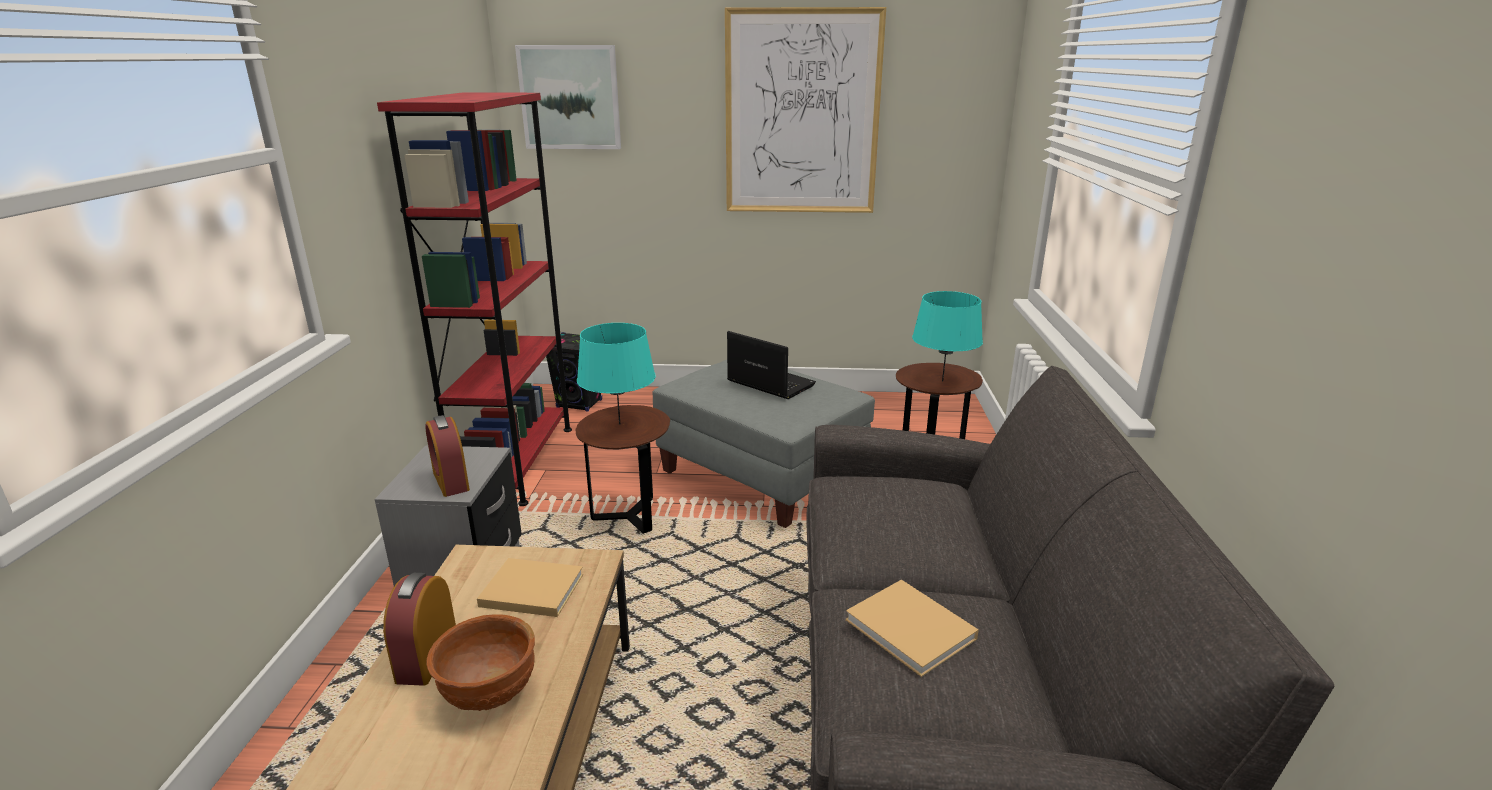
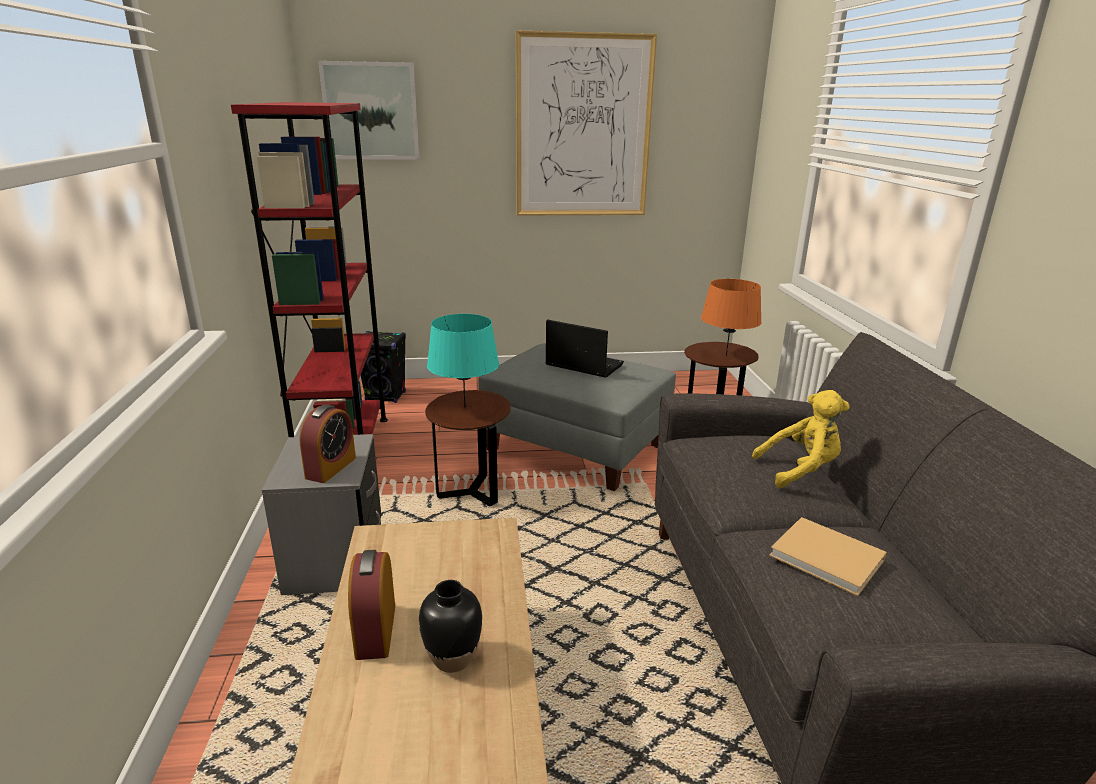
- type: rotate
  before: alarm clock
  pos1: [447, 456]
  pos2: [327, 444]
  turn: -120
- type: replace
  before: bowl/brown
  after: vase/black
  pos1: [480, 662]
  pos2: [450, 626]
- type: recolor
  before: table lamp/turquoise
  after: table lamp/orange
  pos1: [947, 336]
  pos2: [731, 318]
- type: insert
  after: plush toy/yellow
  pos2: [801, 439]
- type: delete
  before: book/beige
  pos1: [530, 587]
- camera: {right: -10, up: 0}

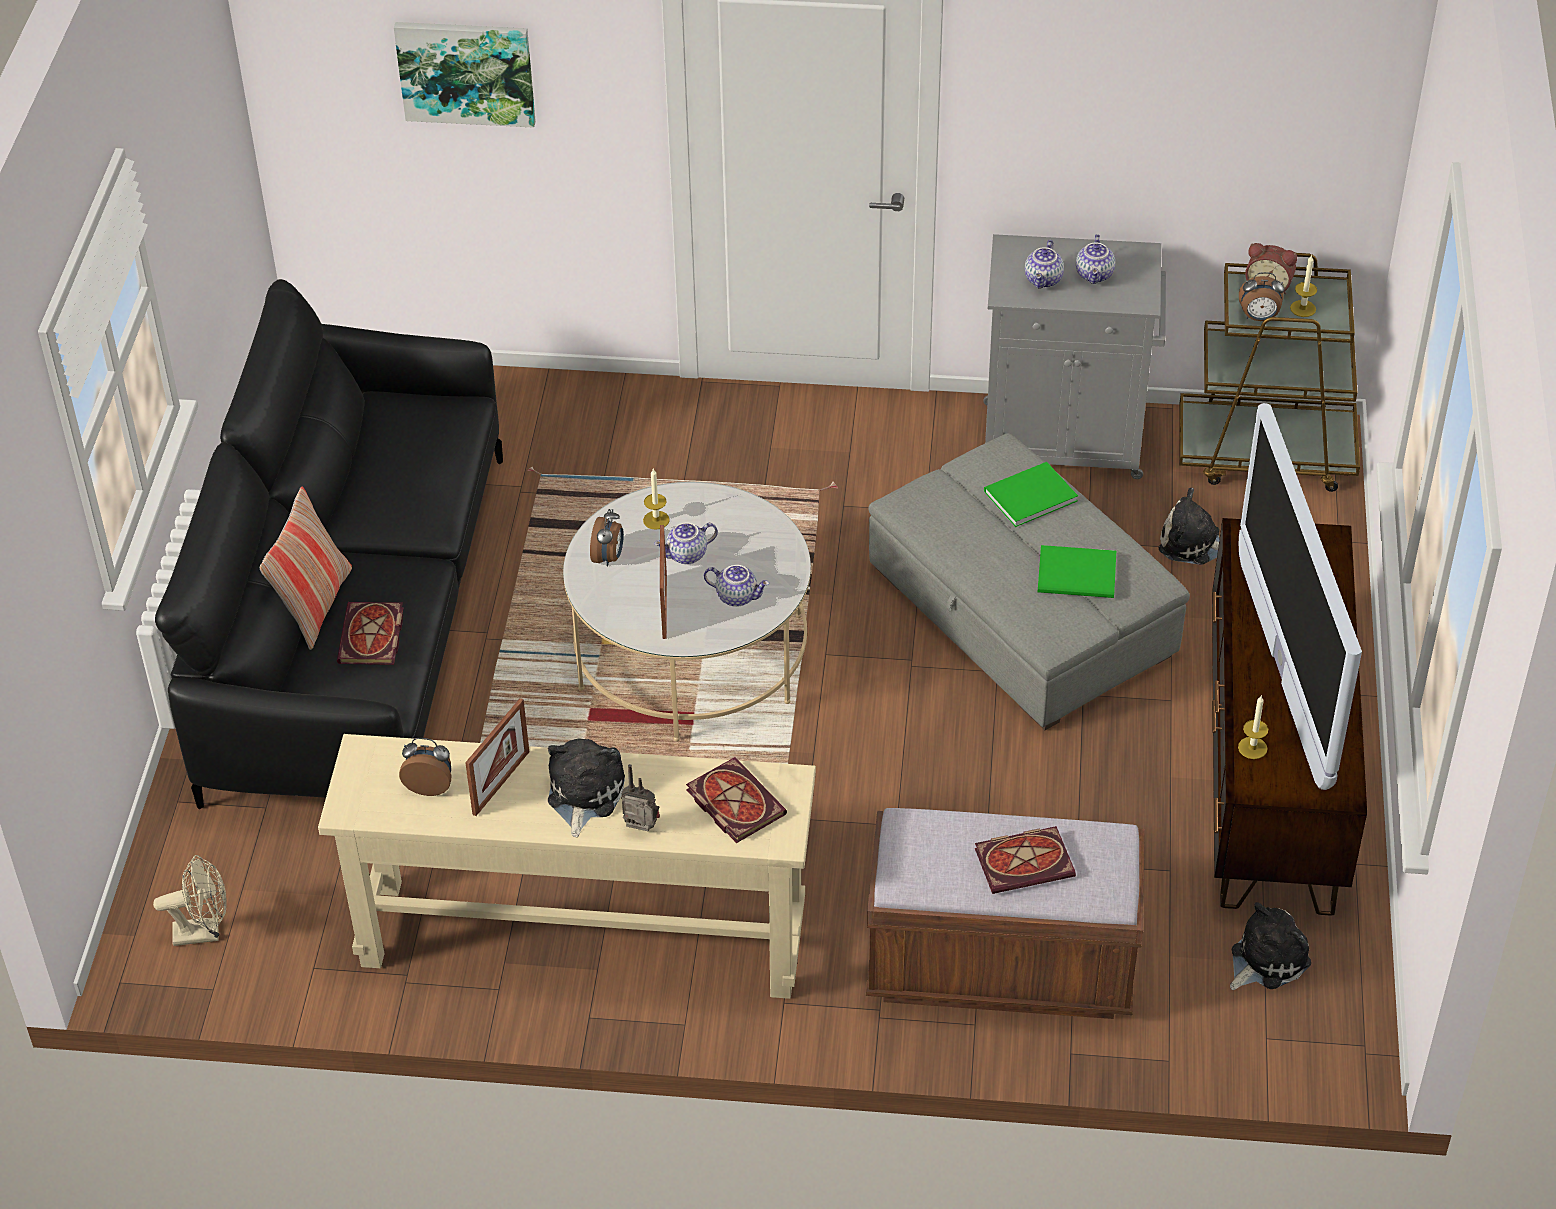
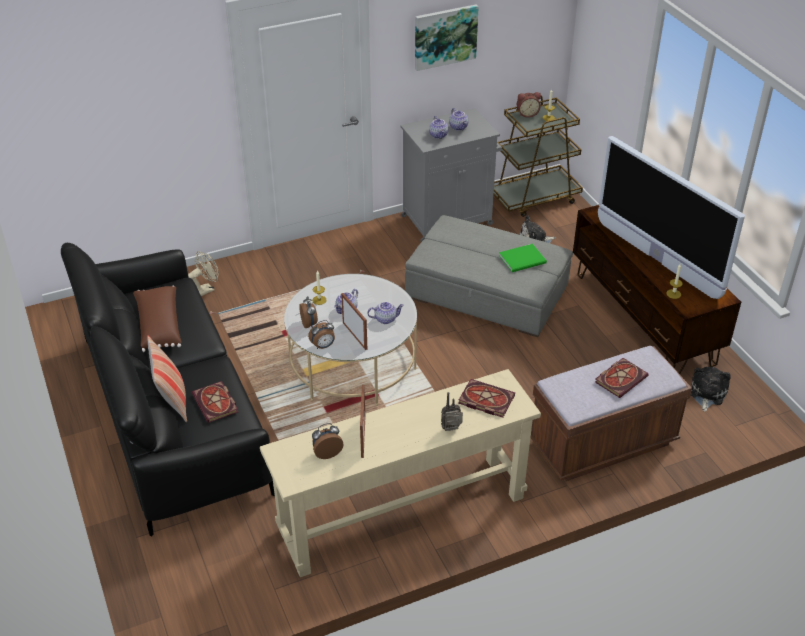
- type: insert
  after: pillow/brown
  pos2: [157, 319]
- type: move
  before: fan/beige
  pos1: [190, 900]
  pos2: [203, 273]
- type: move
  before: alarm clock
  pos1: [1261, 296]
  pos2: [321, 334]
- type: move
  before: picture
  pos1: [465, 75]
  pos2: [447, 37]
- type: delete
  before: plush toy
  pos1: [586, 787]
- type: delete
  before: book/green
  pos1: [1031, 494]
- camera: {right: -30, up: -5}

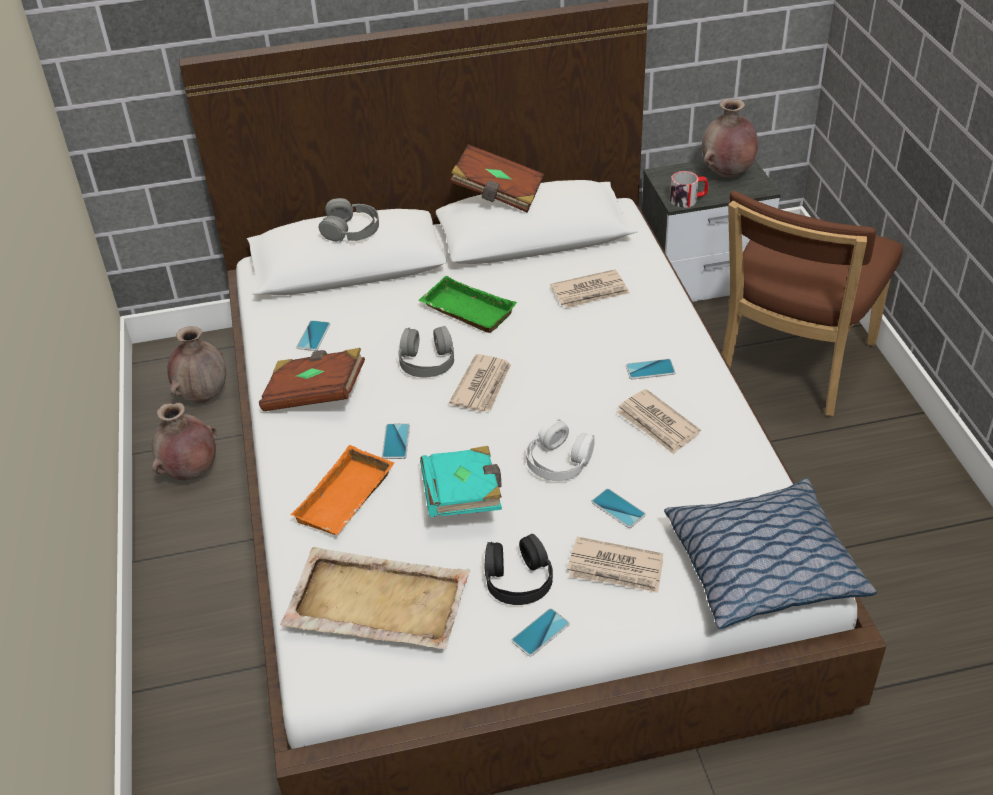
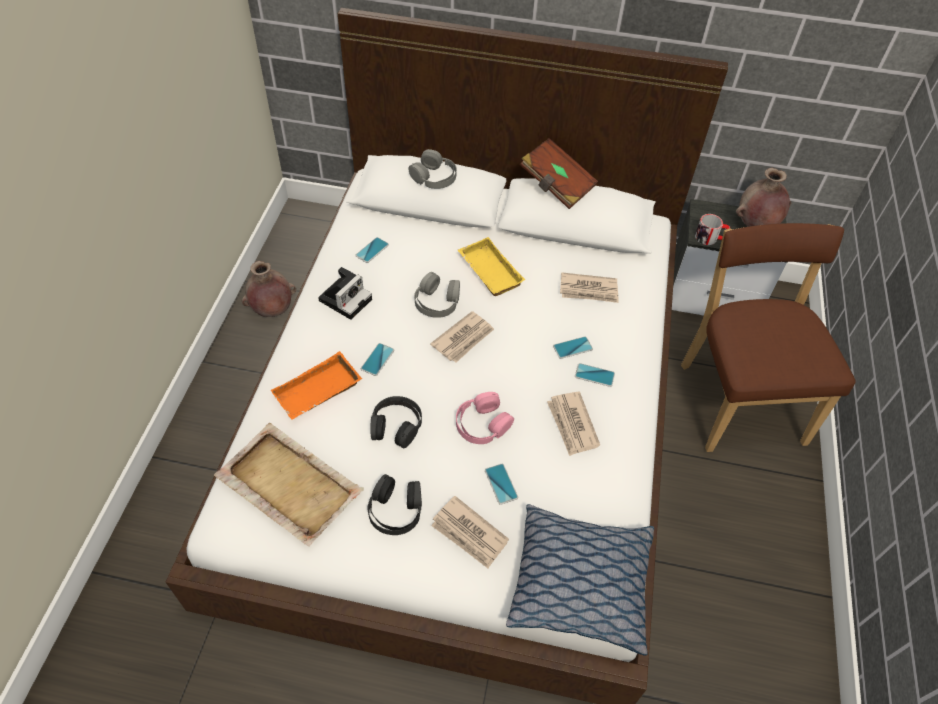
- type: replace
  before: book/brown
  after: photo camera
  pos1: [312, 379]
  pos2: [345, 293]
- type: replace
  before: book/turquoise
  after: headphones/black
  pos1: [461, 481]
  pos2: [396, 422]
- type: recolor
  before: headphones/white
  after: headphones/pink
  pos1: [560, 449]
  pos2: [485, 418]
- type: recolor
  before: tray/green
  after: tray/yellow
  pos1: [468, 304]
  pos2: [491, 266]
- type: move
  before: phone
  pos1: [540, 632]
  pos2: [573, 347]
- type: rotate
  before: chair/brown
  pos1: [812, 303]
  pos2: [768, 337]
  turn: 120
- type: delete
  before: vase/brown
  pos1: [197, 365]
- camera: {right: 20, up: 10}

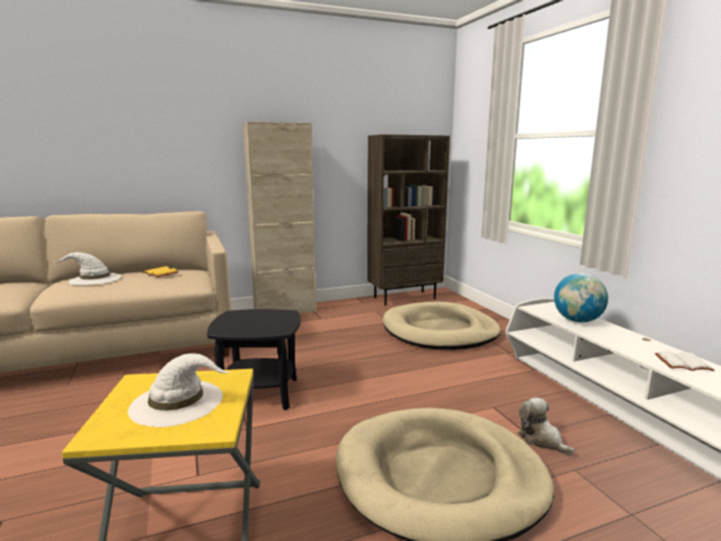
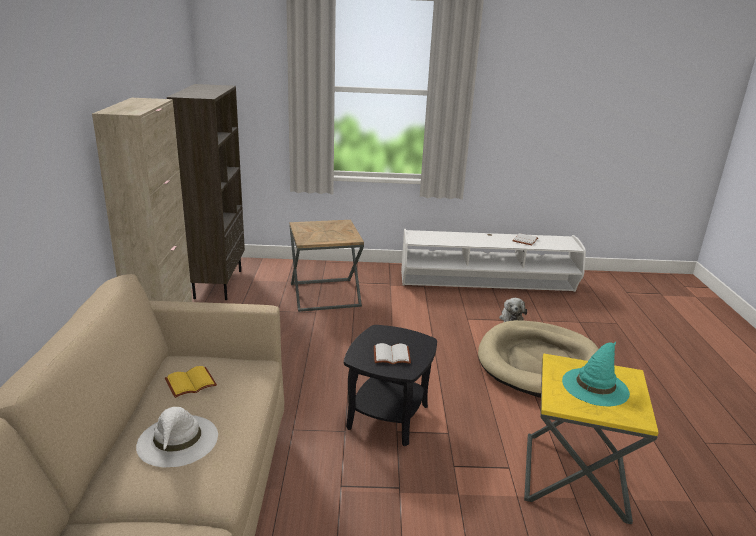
- type: replace
  before: dog bed/beige
  after: side table/brown
  pos1: [442, 326]
  pos2: [327, 266]
- type: insert
  after: book/white
  pos2: [392, 353]
- type: rotate
  before: plush toy
  pos1: [546, 427]
  pos2: [513, 310]
  turn: -75
- type: recolor
  before: hat/white
  after: hat/turquoise
  pos1: [179, 390]
  pos2: [596, 374]
- type: delete
  before: globe
  pos1: [581, 298]
- camera: {right: -70, up: 10}

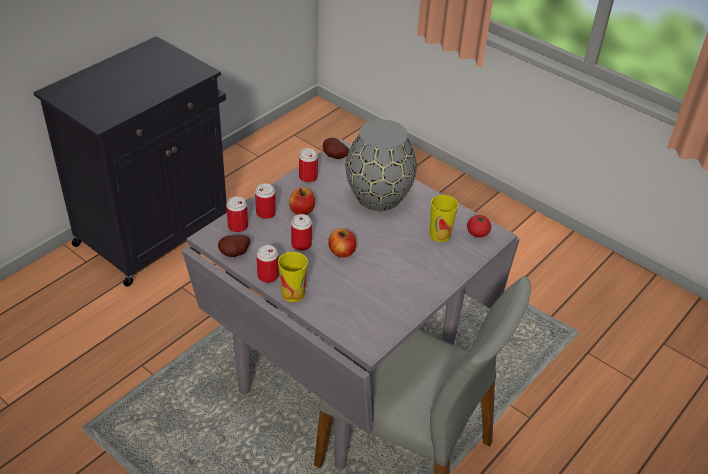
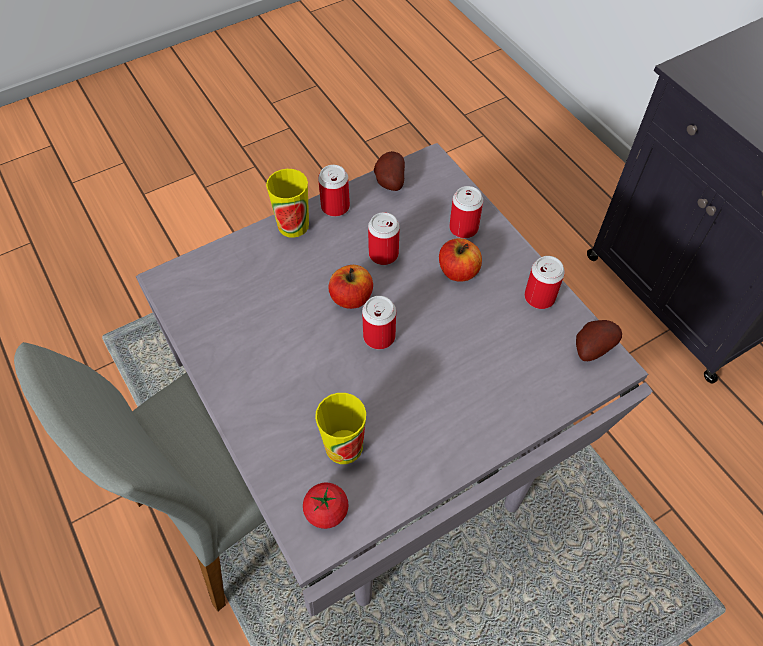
- type: move
  before: can
  pos1: [237, 214]
  pos2: [379, 322]
- type: delete
  before: vase/grey
  pos1: [381, 165]
- camera: {right: 110, up: 15}

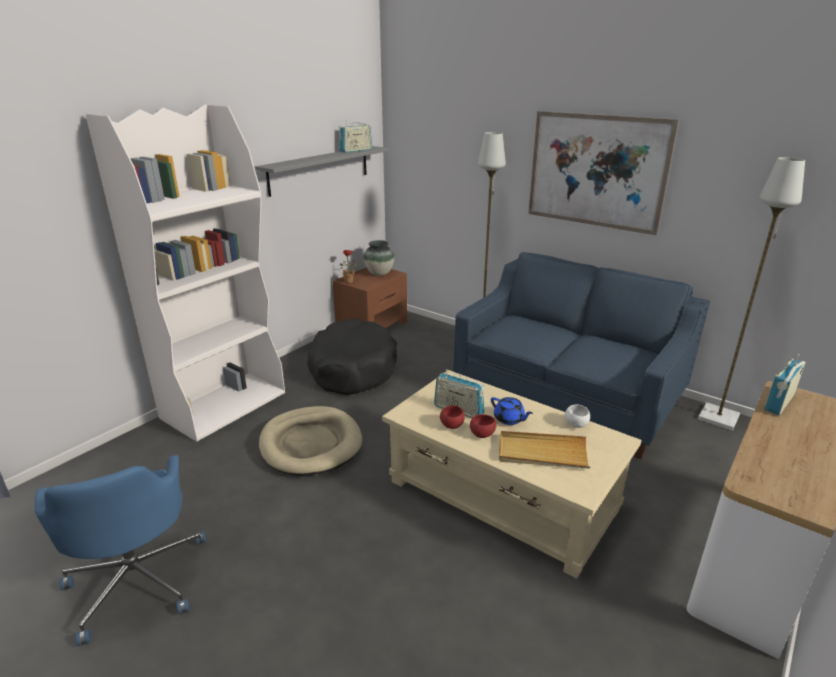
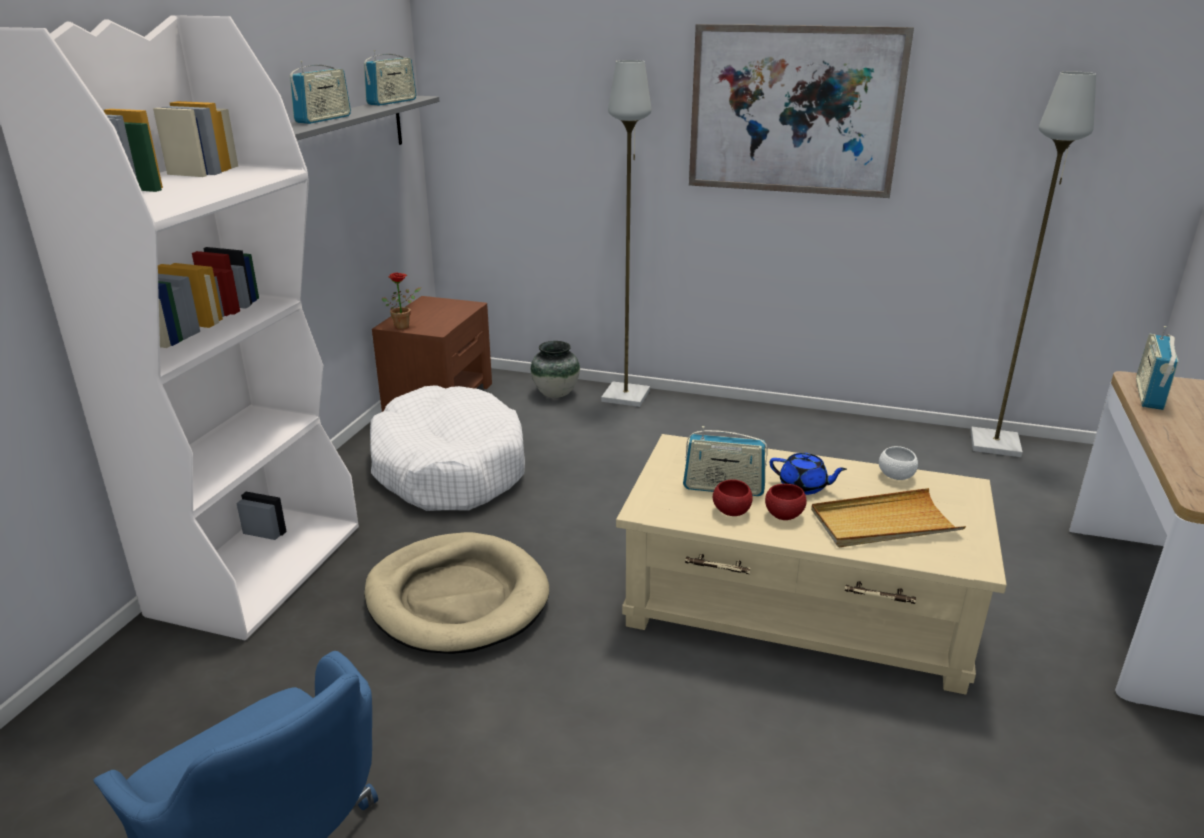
- type: insert
  after: radio
  pos2: [320, 92]
- type: recolor
  before: dog bed/black
  after: dog bed/white
  pos1: [352, 356]
  pos2: [447, 448]
- type: move
  before: vase
  pos1: [379, 258]
  pos2: [555, 369]
- type: delete
  before: sofa/blue
  pos1: [581, 355]
- camera: {right: -20, up: 0}

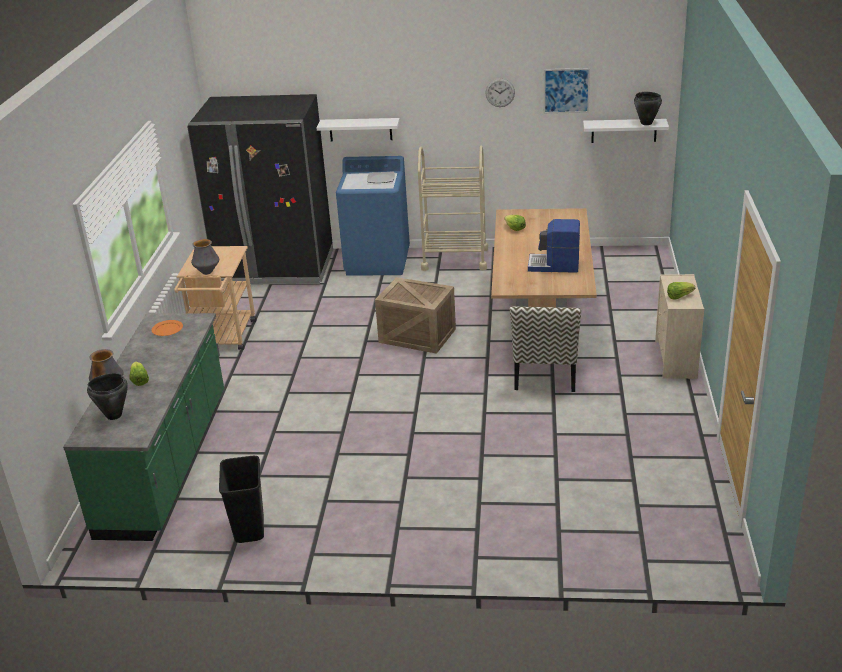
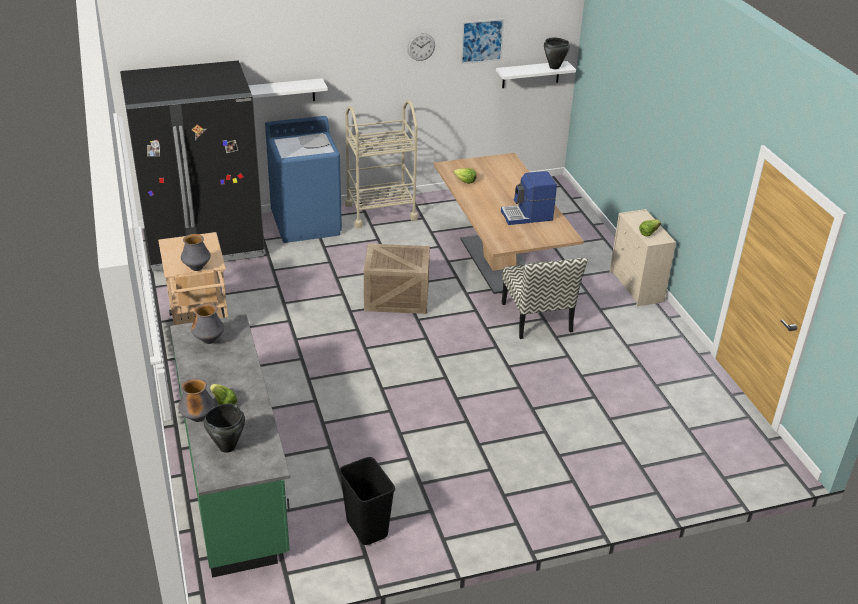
- type: replace
  before: plate/orange
  after: vase
  pos1: [167, 328]
  pos2: [207, 323]
- camera: {right: -25, up: 5}

